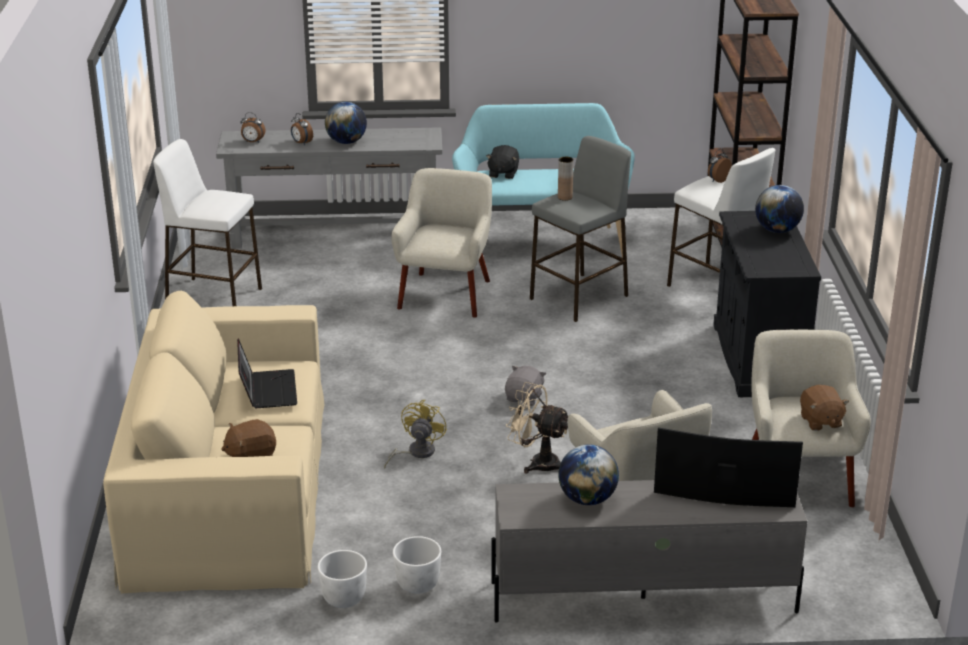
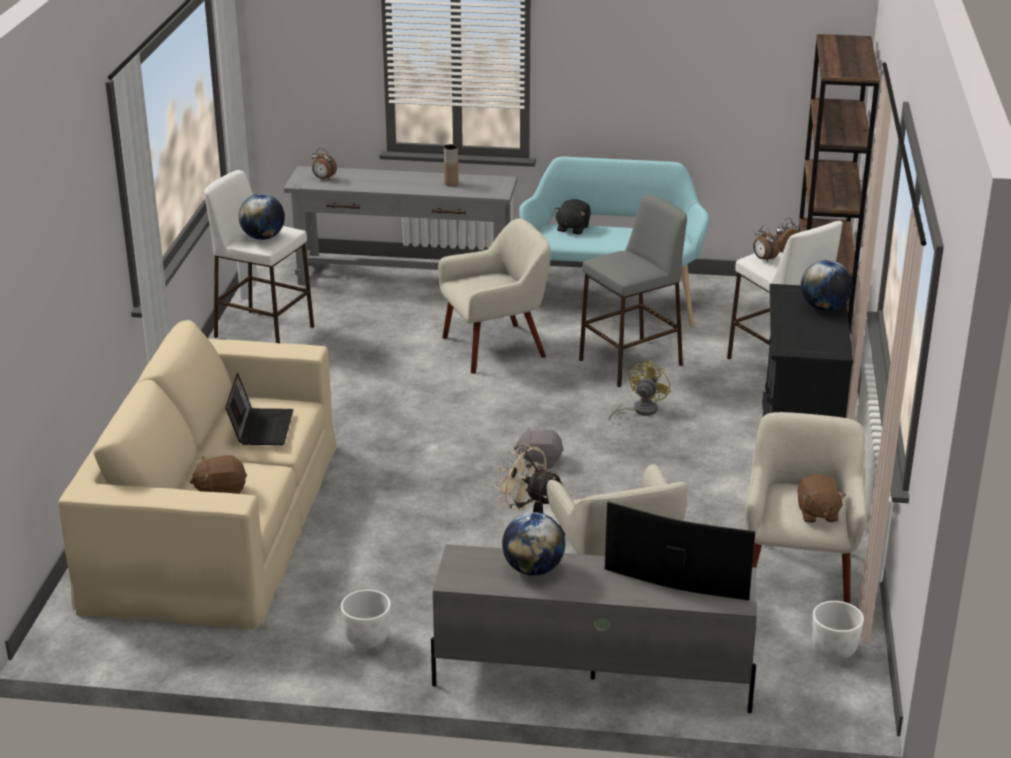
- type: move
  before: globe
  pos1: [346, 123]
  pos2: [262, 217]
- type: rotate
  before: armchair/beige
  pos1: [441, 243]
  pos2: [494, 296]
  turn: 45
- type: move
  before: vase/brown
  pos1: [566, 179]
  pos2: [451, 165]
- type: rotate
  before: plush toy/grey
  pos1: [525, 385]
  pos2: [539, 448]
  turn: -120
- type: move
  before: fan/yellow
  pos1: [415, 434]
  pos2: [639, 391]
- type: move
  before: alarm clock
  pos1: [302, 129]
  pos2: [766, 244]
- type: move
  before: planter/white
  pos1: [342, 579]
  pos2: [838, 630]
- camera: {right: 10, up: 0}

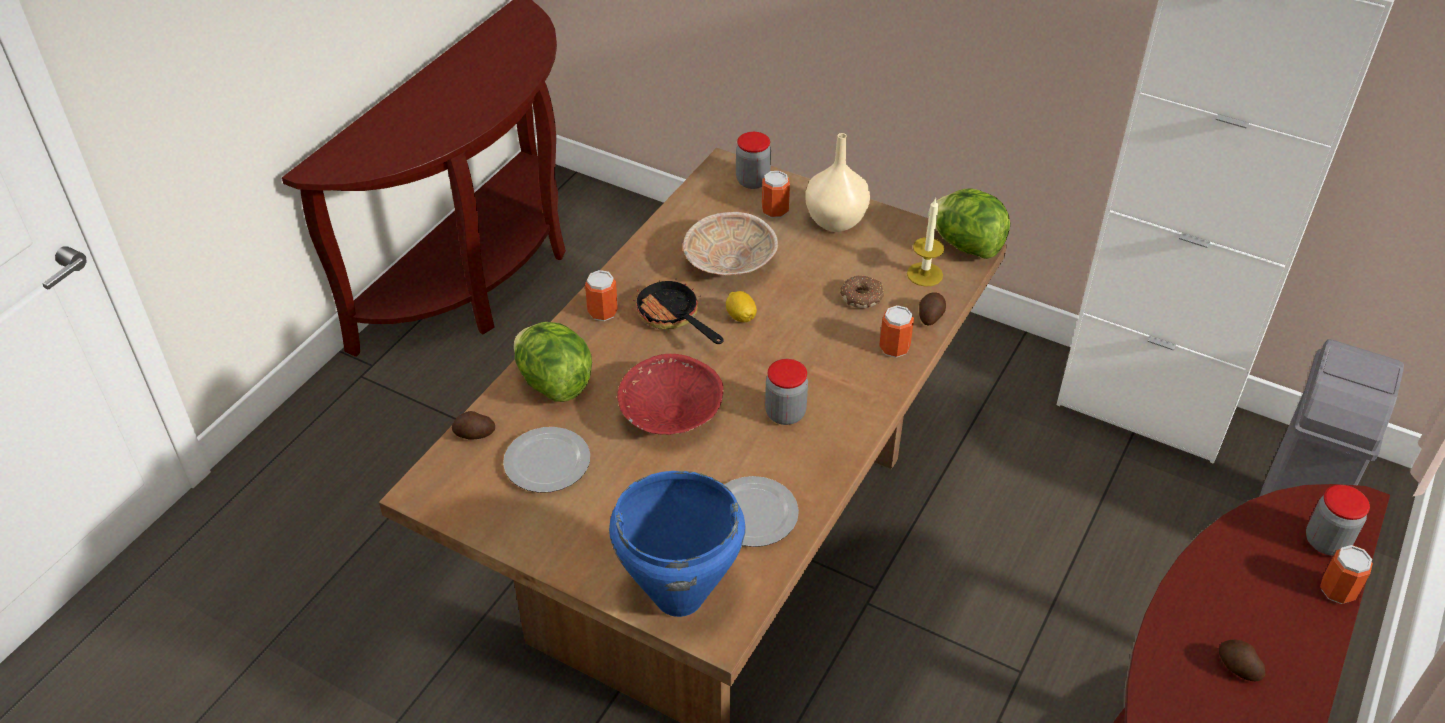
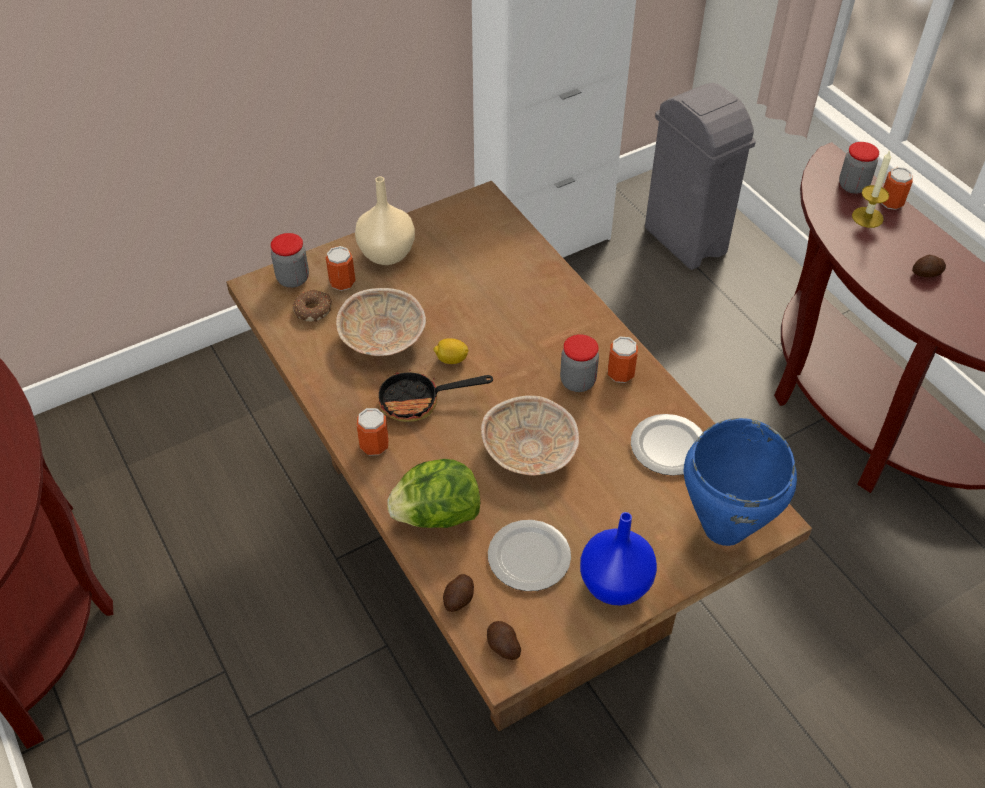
- type: move
  before: donut
  pos1: [862, 291]
  pos2: [312, 306]
- type: recolor
  before: bowl/red
  after: bowl/beige
  pos1: [670, 394]
  pos2: [530, 435]
- type: move
  before: potato
  pos1: [932, 309]
  pos2: [504, 640]
- type: insert
  after: vase/blue
  pos2: [618, 559]
- type: move
  before: can
  pos1: [896, 331]
  pos2: [623, 360]
- type: move
  before: candle
  pos1: [926, 242]
  pos2: [871, 189]
- type: delete
  before: lettuce
  pos1: [969, 224]
- camera: {right: -60, up: 5}

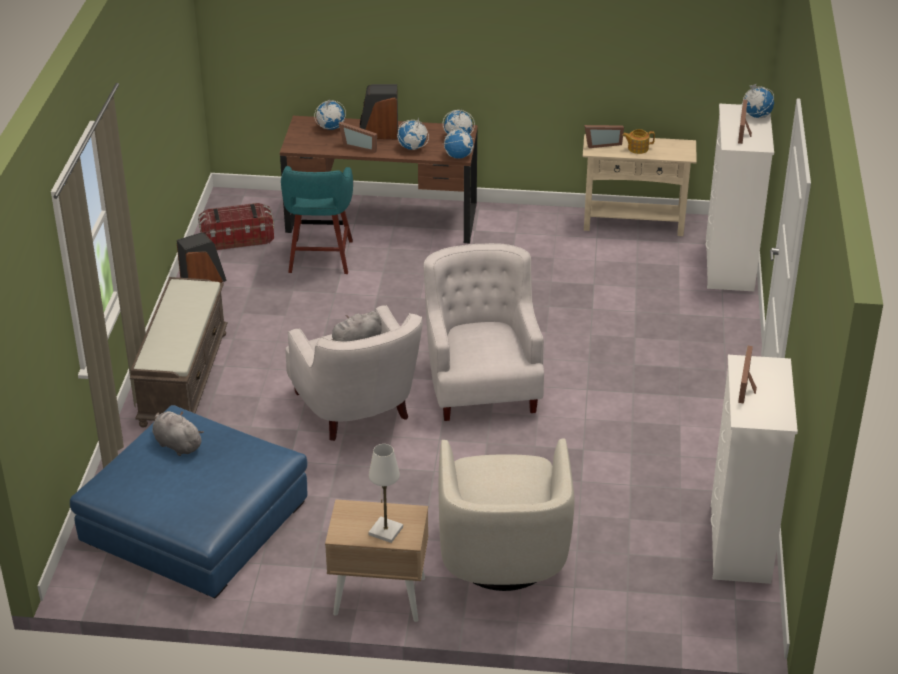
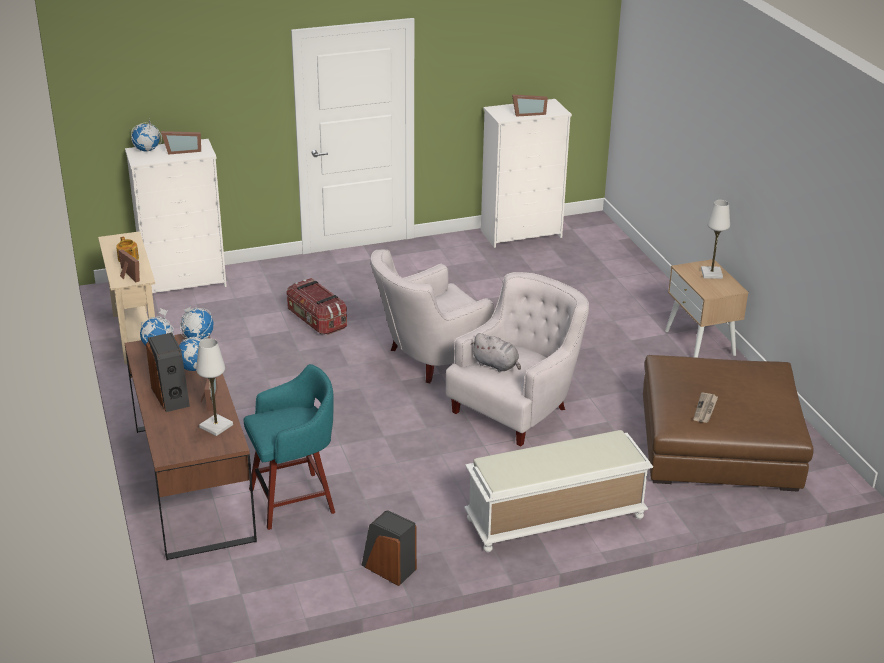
- type: insert
  after: table lamp/white
  pos2: [214, 387]
- type: move
  before: storage box
  pos1: [236, 226]
  pos2: [316, 306]
- type: recolor
  before: bench/brown
  after: bench/white
  pos1: [179, 352]
  pos2: [558, 491]
- type: recolor
  before: ottoman/blue
  after: ottoman/brown
  pos1: [189, 502]
  pos2: [728, 423]
- type: replace
  before: plush toy/grey
  after: newspaper
  pos1: [178, 433]
  pos2: [706, 408]
- type: delete
  before: globe
  pos1: [330, 115]
- type: delete
  before: armchair/beige
  pos1: [507, 514]
- camera: {right: -115, up: -5}

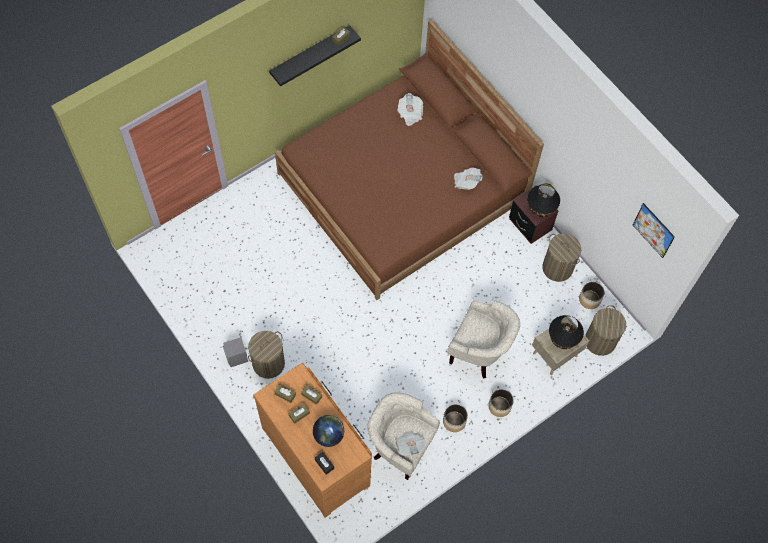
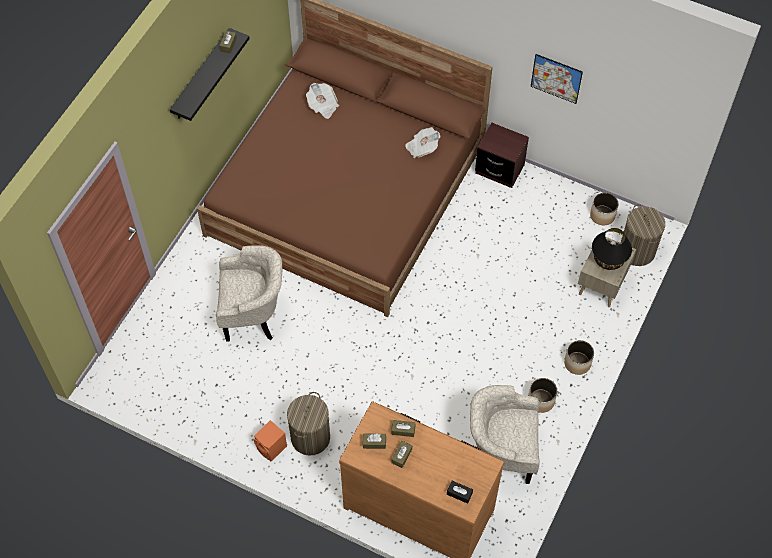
- type: move
  before: armchair/beige
  pos1: [483, 339]
  pos2: [249, 293]
- type: recolor
  before: speaker/grey
  after: speaker/orange
  pos1: [235, 352]
  pos2: [270, 441]
- type: move
  before: picture
  pos1: [654, 230]
  pos2: [557, 79]
- type: delete
  before: globe
  pos1: [328, 431]
- type: delete
  before: newspaper
  pos1: [410, 442]
- type: delete
  before: table lamp/black
  pos1: [543, 200]
- type: delete
  before: laundry basket
  pos1: [561, 258]
- camera: {right: -25, up: -5}

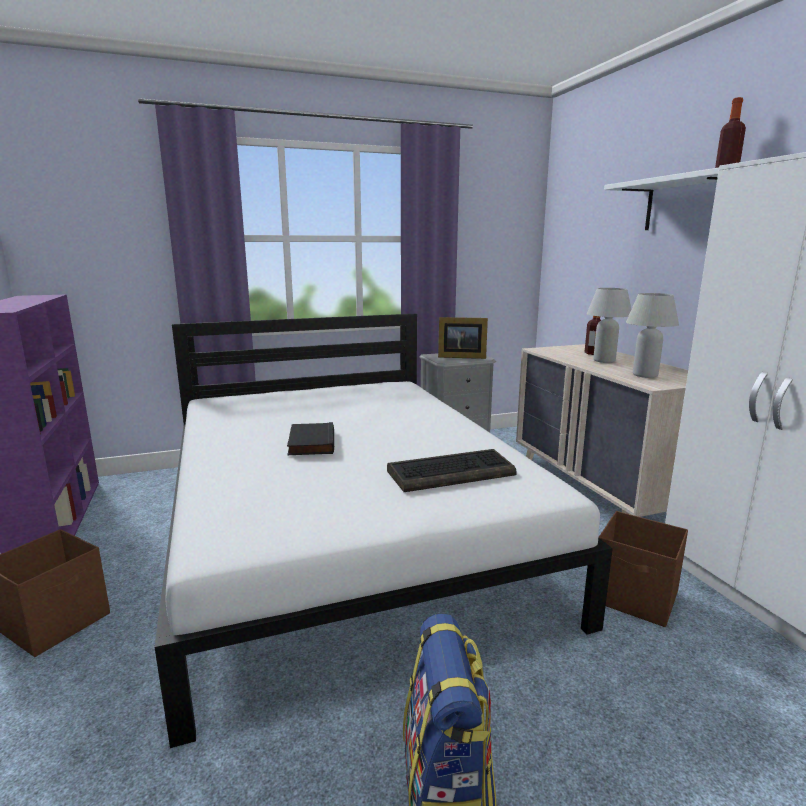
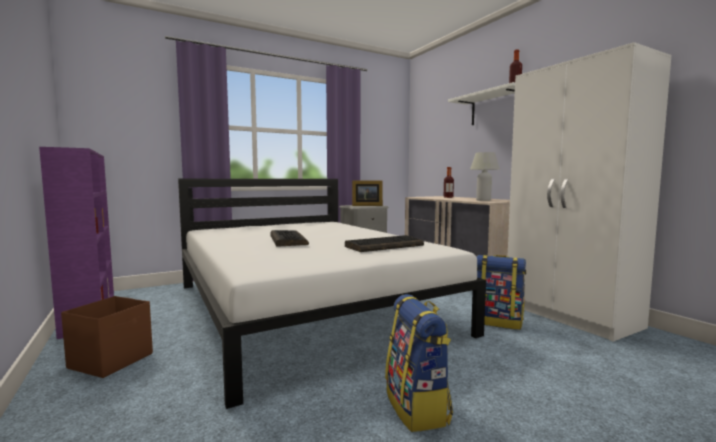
- type: replace
  before: book/black
  after: keyboard
  pos1: [310, 438]
  pos2: [289, 238]
- type: replace
  before: storage box/brown
  after: backpack
  pos1: [643, 569]
  pos2: [501, 292]
- type: delete
  before: table lamp/white
  pos1: [609, 325]
- camera: {right: -10, up: -10}

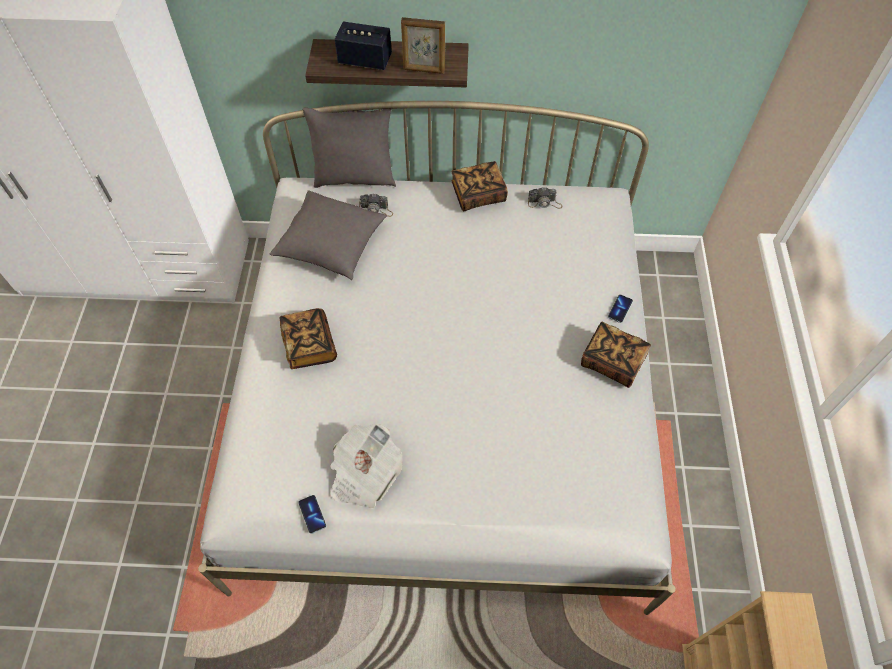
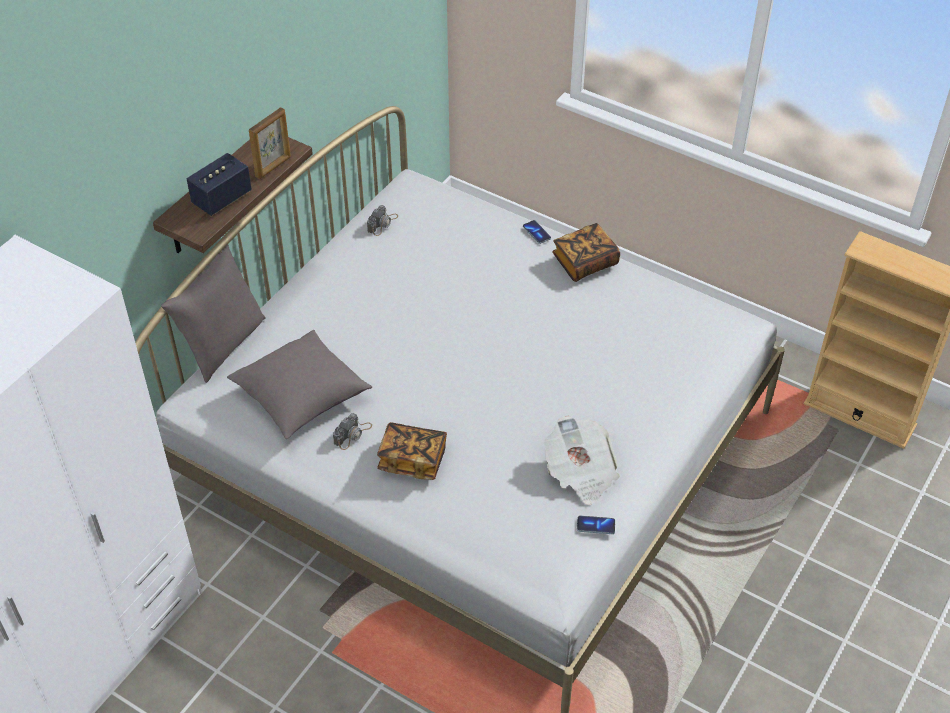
- type: move
  before: photo camera
  pos1: [376, 205]
  pos2: [352, 431]
- type: delete
  before: book
  pos1: [479, 186]
- camera: {right: -60, up: -10}

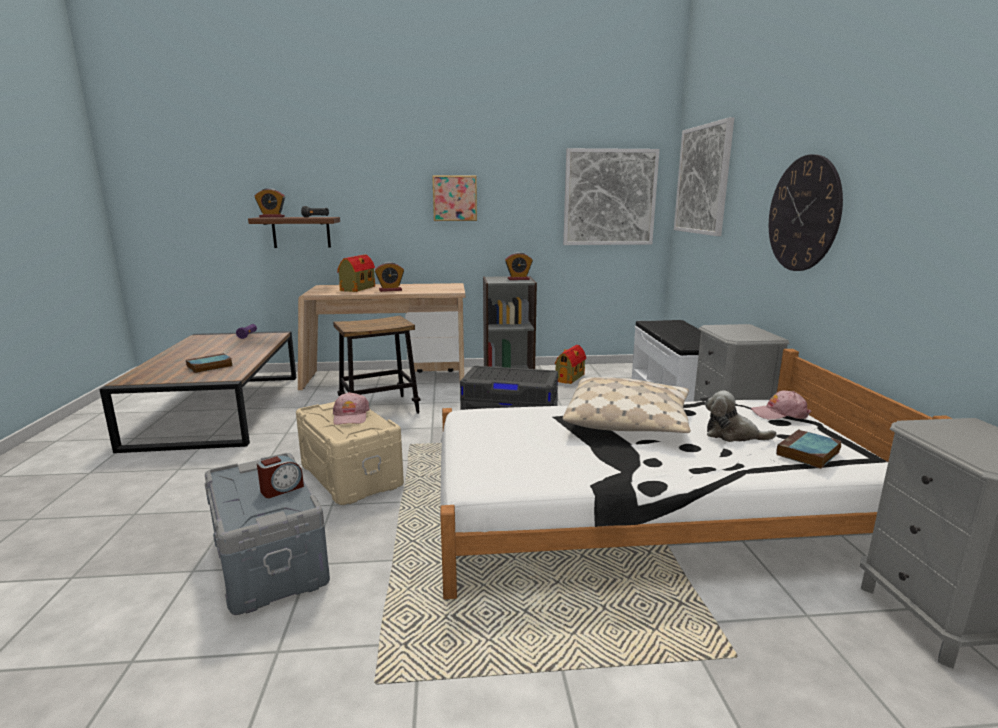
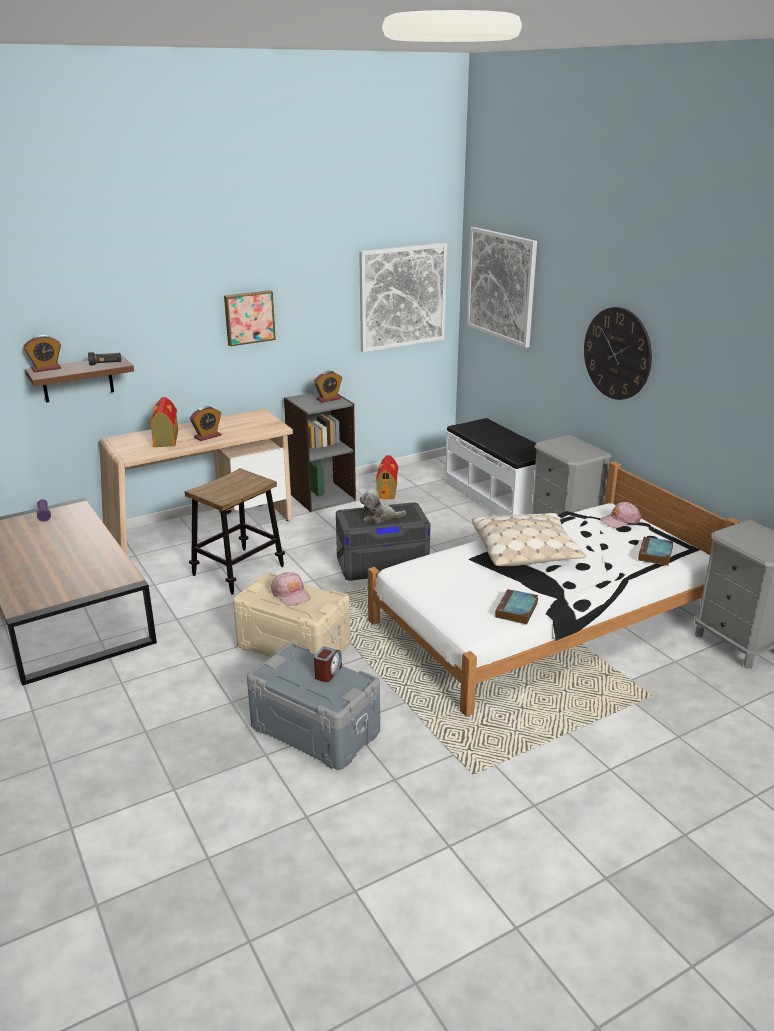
- type: move
  before: plush toy
  pos1: [741, 416]
  pos2: [383, 506]
- type: move
  before: book
  pos1: [209, 363]
  pos2: [516, 606]
- camera: {right: -25, up: 10}

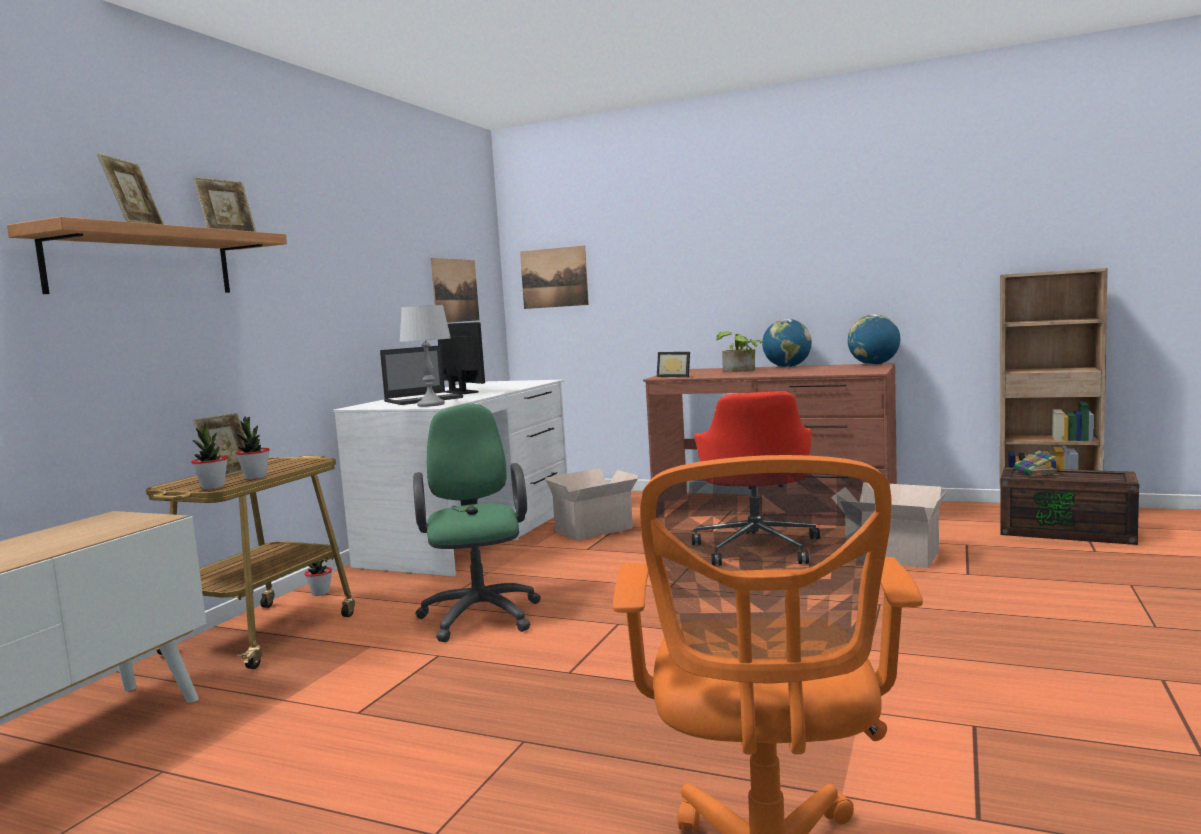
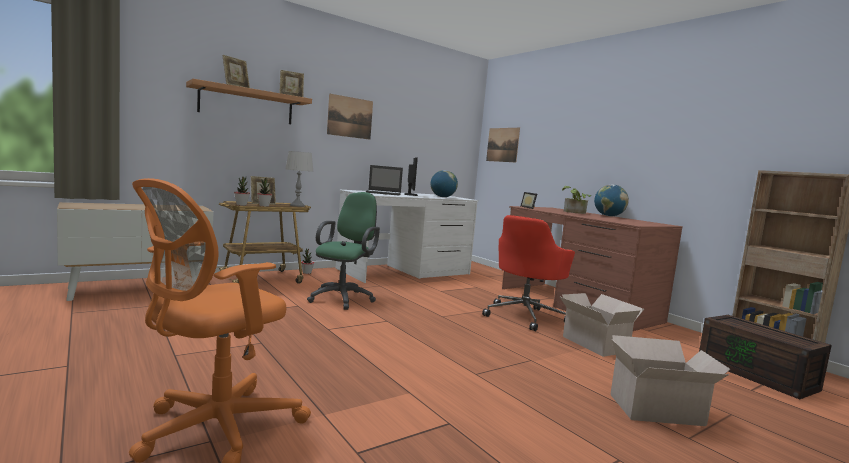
- type: move
  before: table lamp/grey
  pos1: [425, 356]
  pos2: [299, 179]
- type: move
  before: picture
  pos1: [455, 290]
  pos2: [350, 117]
- type: move
  before: globe
  pos1: [874, 339]
  pos2: [444, 183]
- type: move
  before: cardboard box
  pos1: [592, 504]
  pos2: [670, 380]
- type: delete
  before: book
  pos1: [1036, 464]
- camera: {right: 30, up: 0}

